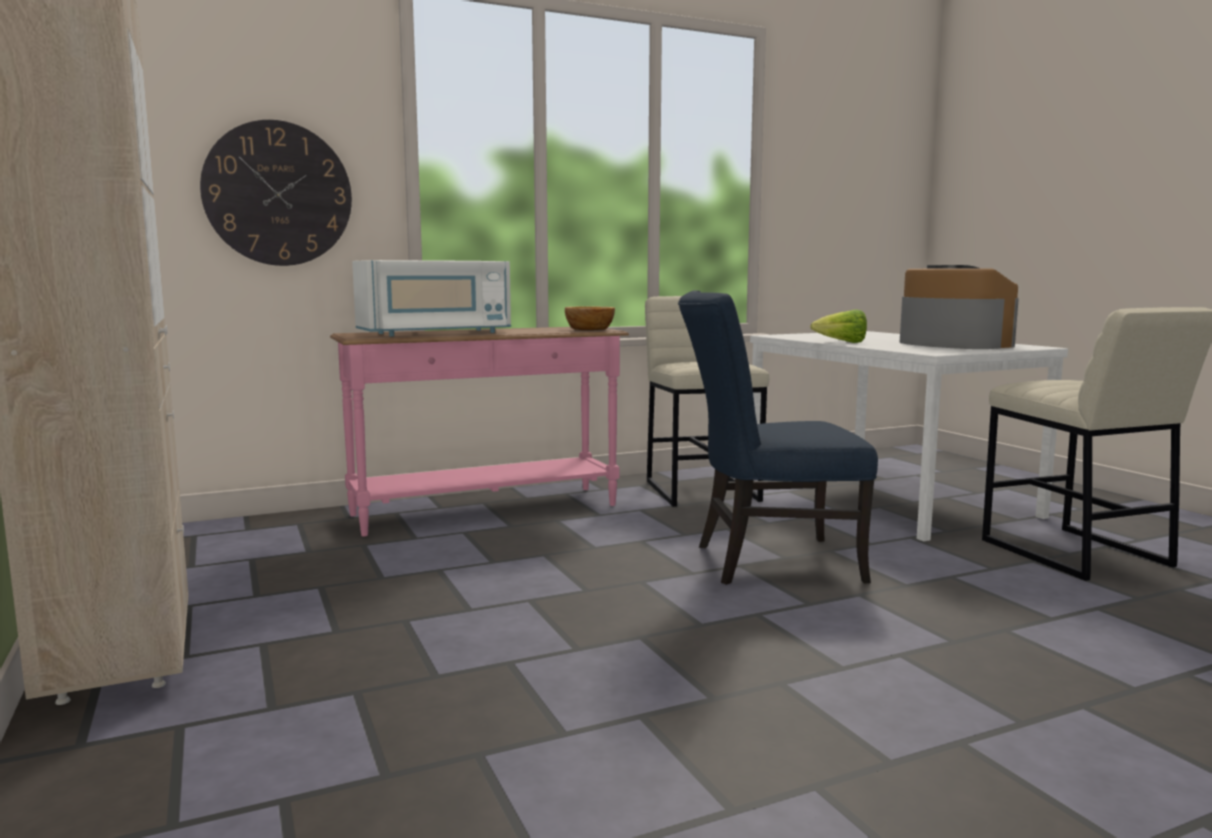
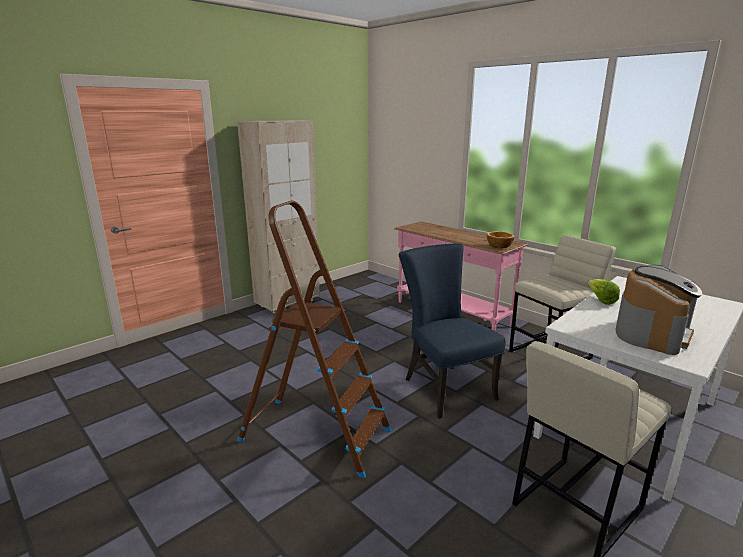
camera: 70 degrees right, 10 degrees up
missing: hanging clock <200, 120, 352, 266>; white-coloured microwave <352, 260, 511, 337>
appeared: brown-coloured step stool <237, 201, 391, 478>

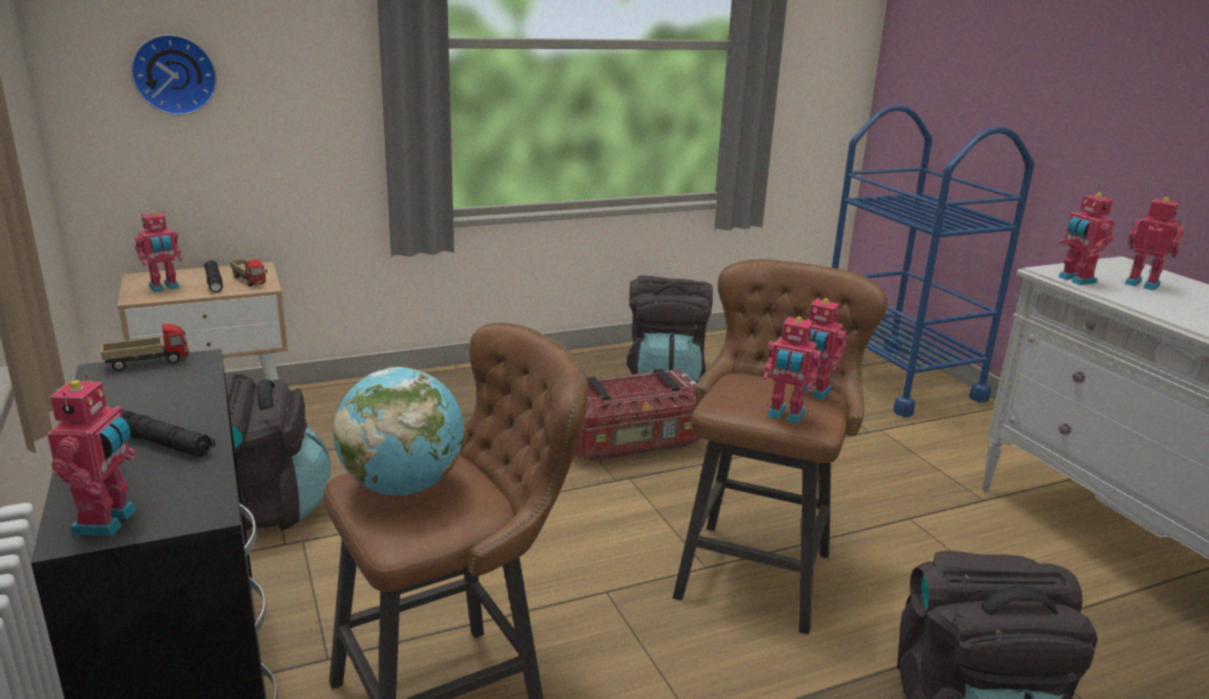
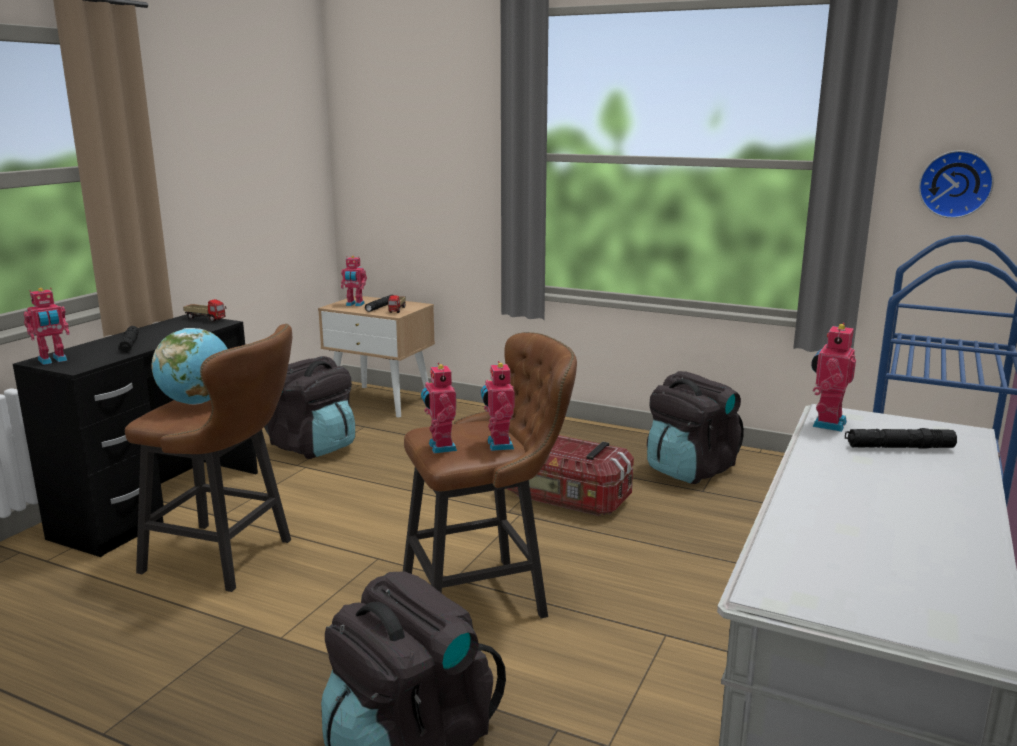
camera: 50 degrees right, 5 degrees down
relocated: hanging clock <131, 34, 217, 115> to <919, 150, 994, 218>
exchanged: robot figure <1125, 196, 1185, 291> to black-coloured torch <845, 428, 957, 449>

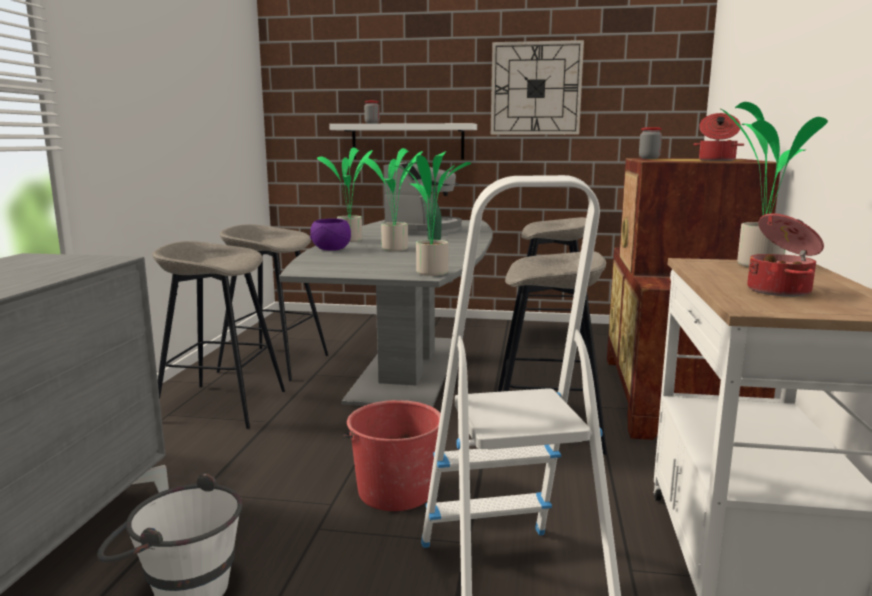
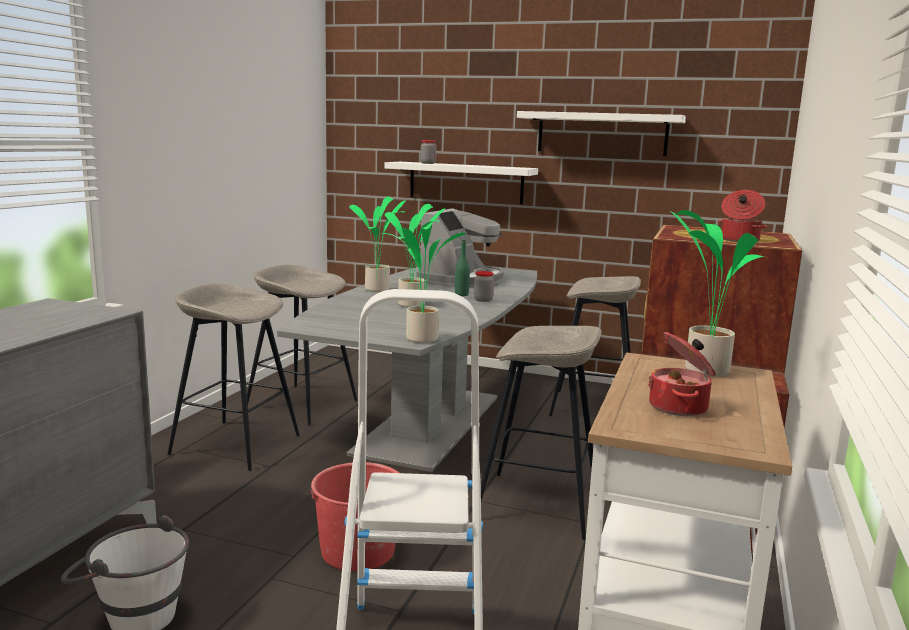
camera: 10 degrees right, 0 degrees up
missing: purple-coloured deep dish <310, 218, 351, 251>
relocated: jar <639, 127, 662, 159> to <474, 271, 494, 302>
exchanged: hanging clock <491, 40, 584, 135> to white-coloured wall shelf <517, 111, 686, 156>

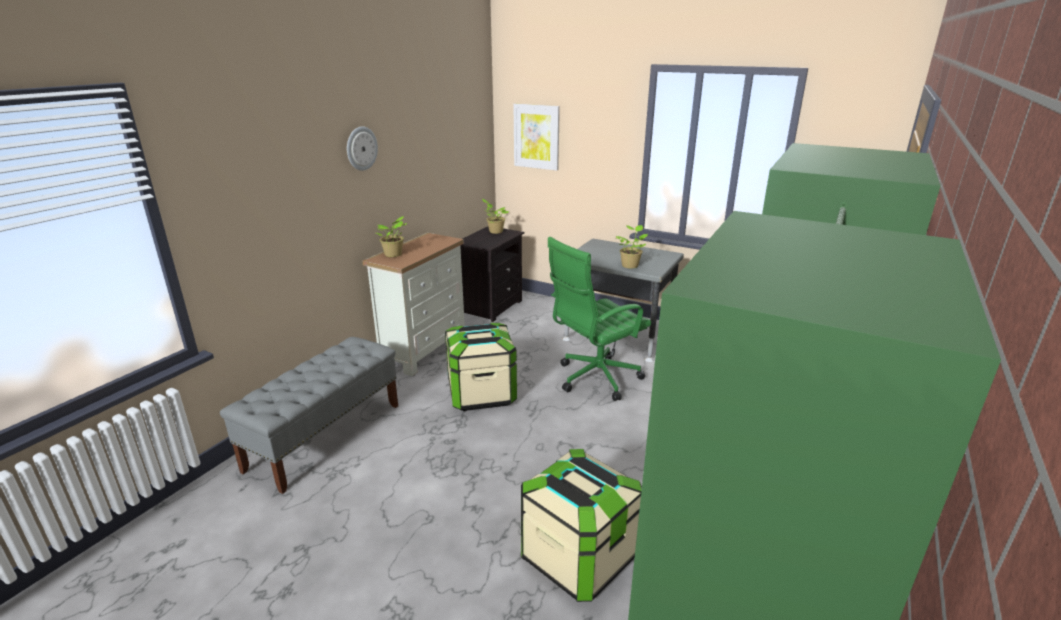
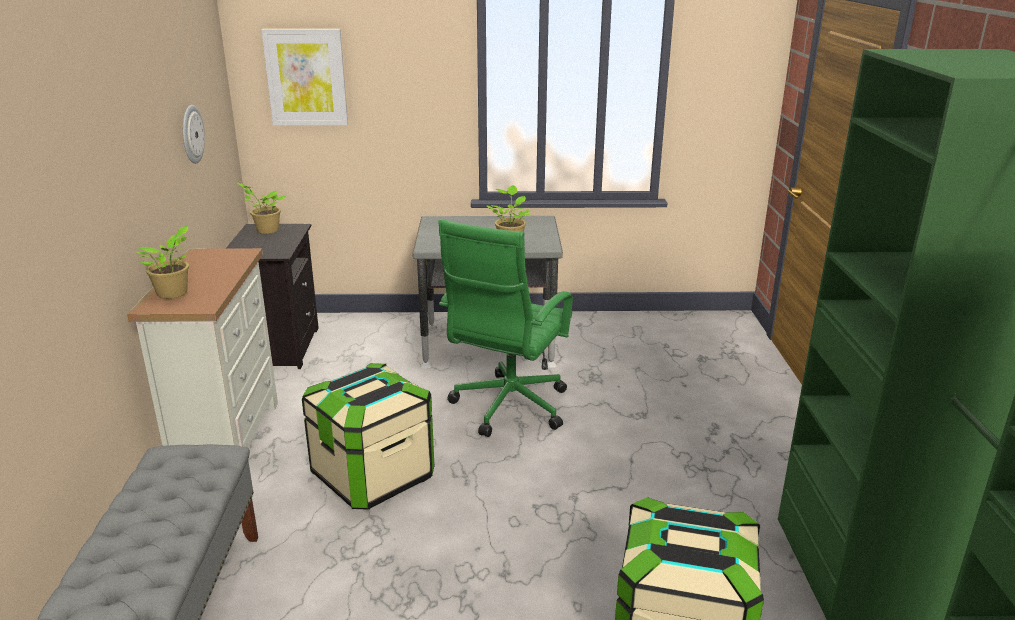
camera: 30 degrees left, 0 degrees up
relocated: hanging clock <347, 126, 378, 171> to <183, 105, 205, 164>

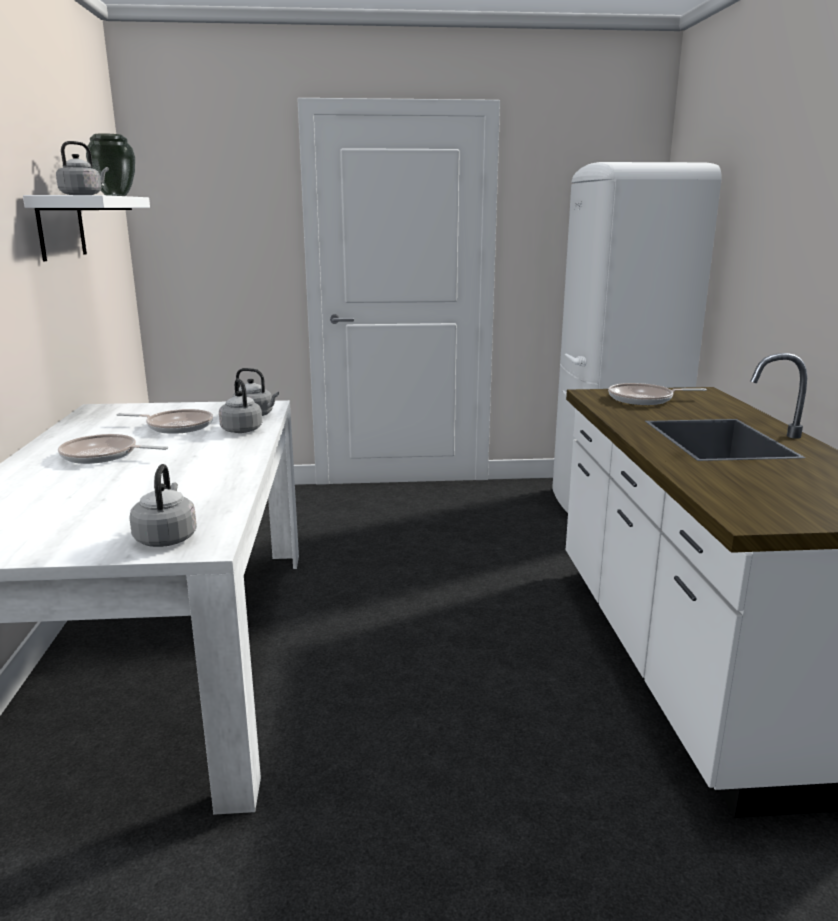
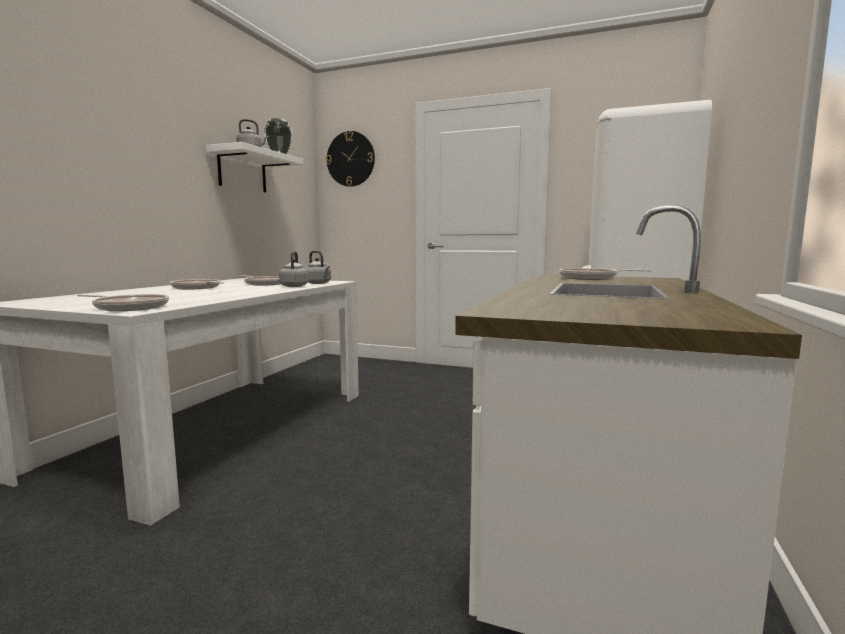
camera: 25 degrees right, 10 degrees down
appeared: hanging clock <326, 131, 375, 187>
exchanged: gray kettle <129, 464, 197, 547> to skillet <77, 294, 169, 311>

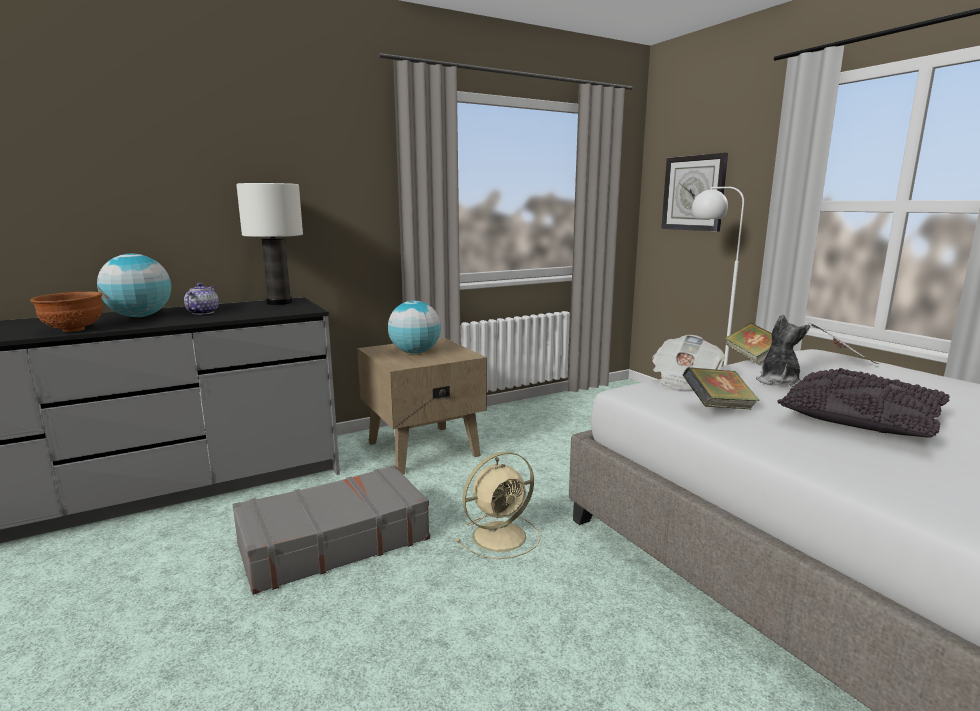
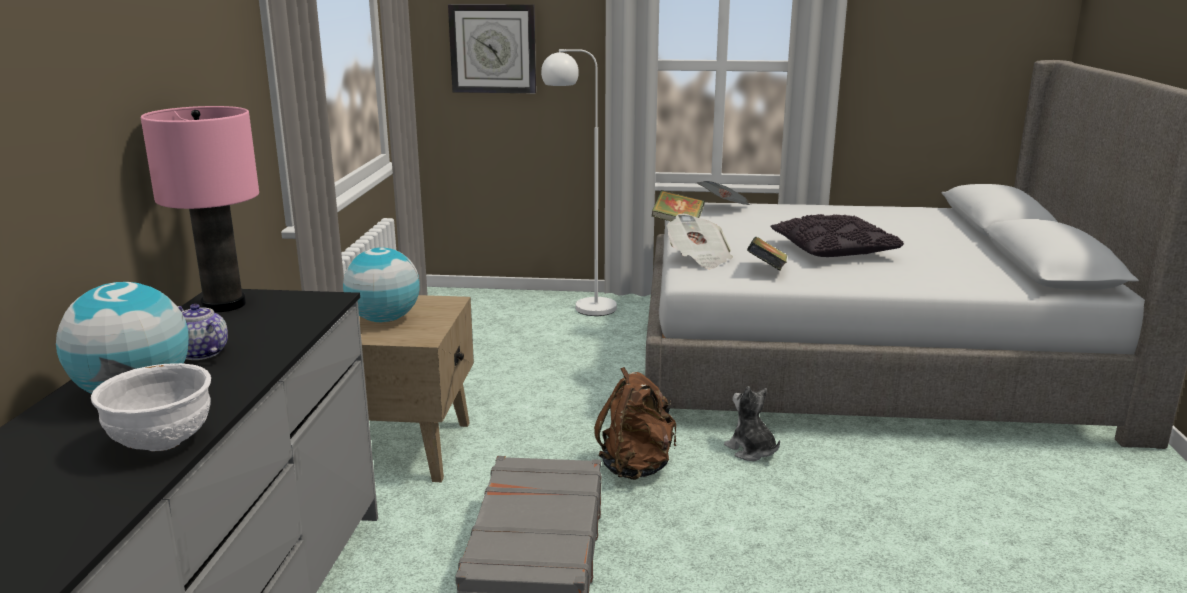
camera: 55 degrees left, 5 degrees up
relocated: cuddly toy <756, 314, 810, 387> to <724, 386, 780, 461>
exchanged: sand-coloured electric fan <455, 452, 540, 559> to brown-coloured knapsack <594, 367, 676, 480>
colour: white-coloured lamp for a table <236, 182, 303, 305> to pink lamp for a table <141, 106, 259, 312>; brown-coloured deep dish <30, 292, 103, 332> to white-coloured deep dish <91, 363, 211, 451>

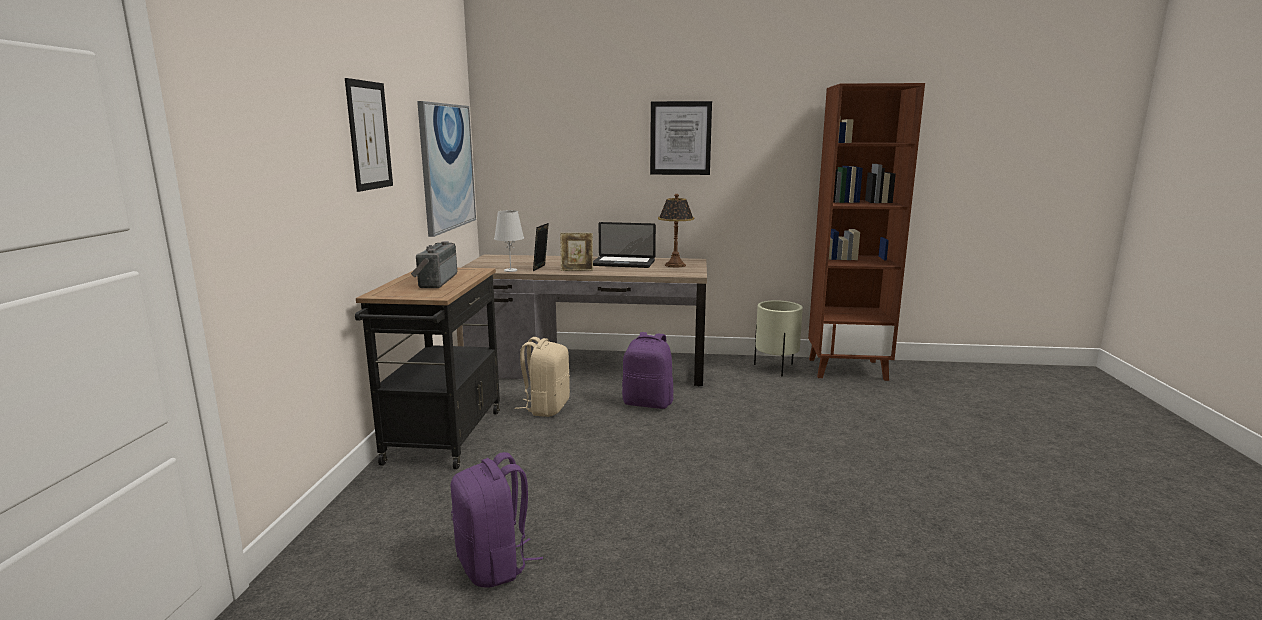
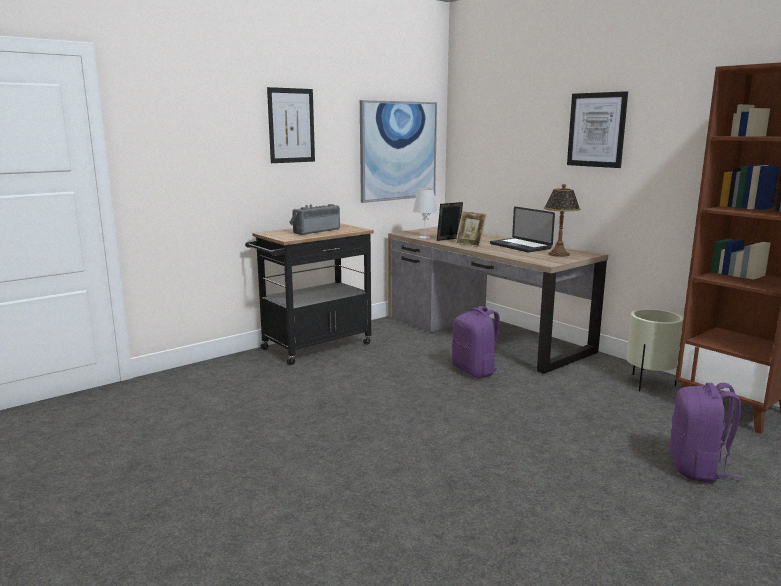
camera: 45 degrees right, 0 degrees up
missing: sand-coloured knapsack <515, 337, 570, 417>
relocated: purple-coloured knapsack <451, 452, 543, 588> to <670, 383, 742, 483>

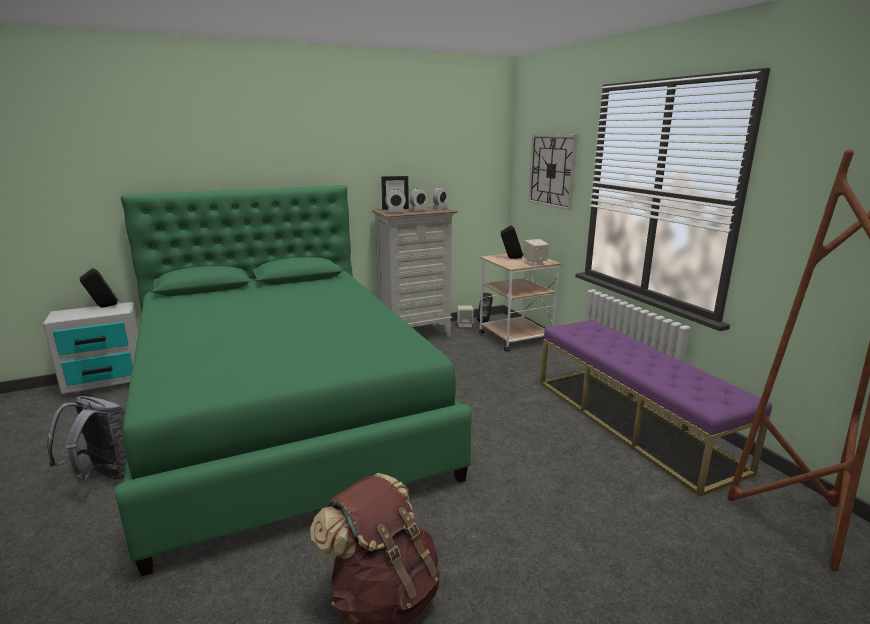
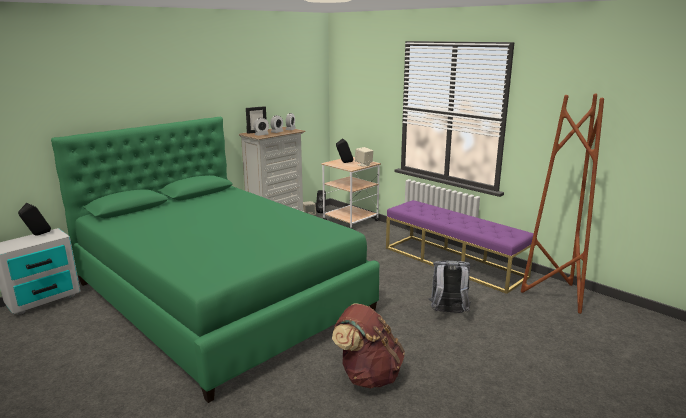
camera: 20 degrees left, 0 degrees up
missing: hanging clock <528, 134, 578, 211>
relocated: gray knapsack <47, 396, 127, 482> to <428, 261, 471, 313>

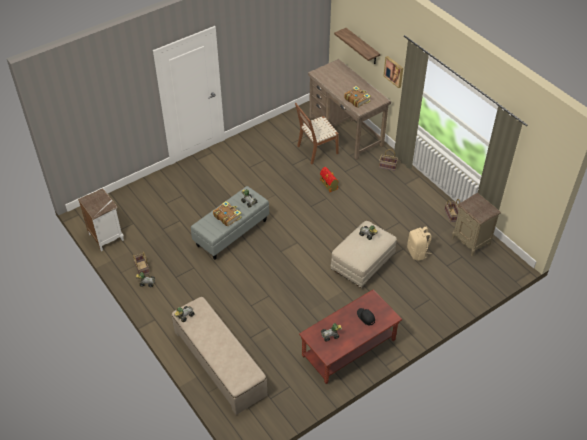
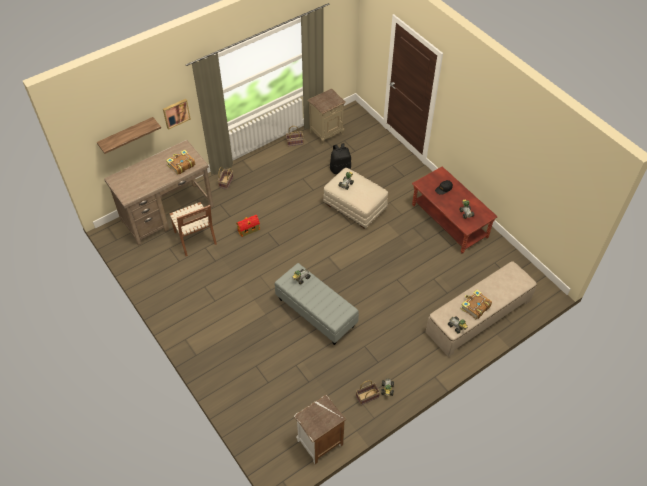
camera: 90 degrees left, 5 degrees up
relocated: volume <213, 201, 242, 227> to <460, 290, 492, 320>
colour: sand-coloured knapsack <407, 227, 432, 260> to black-coloured knapsack <330, 143, 351, 174>

